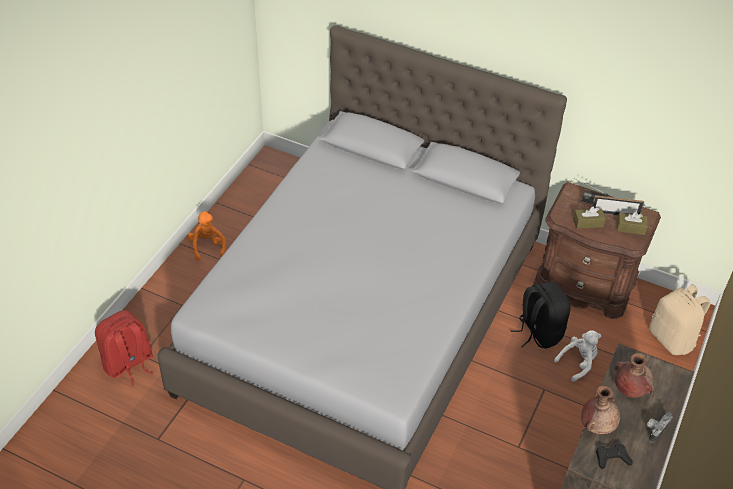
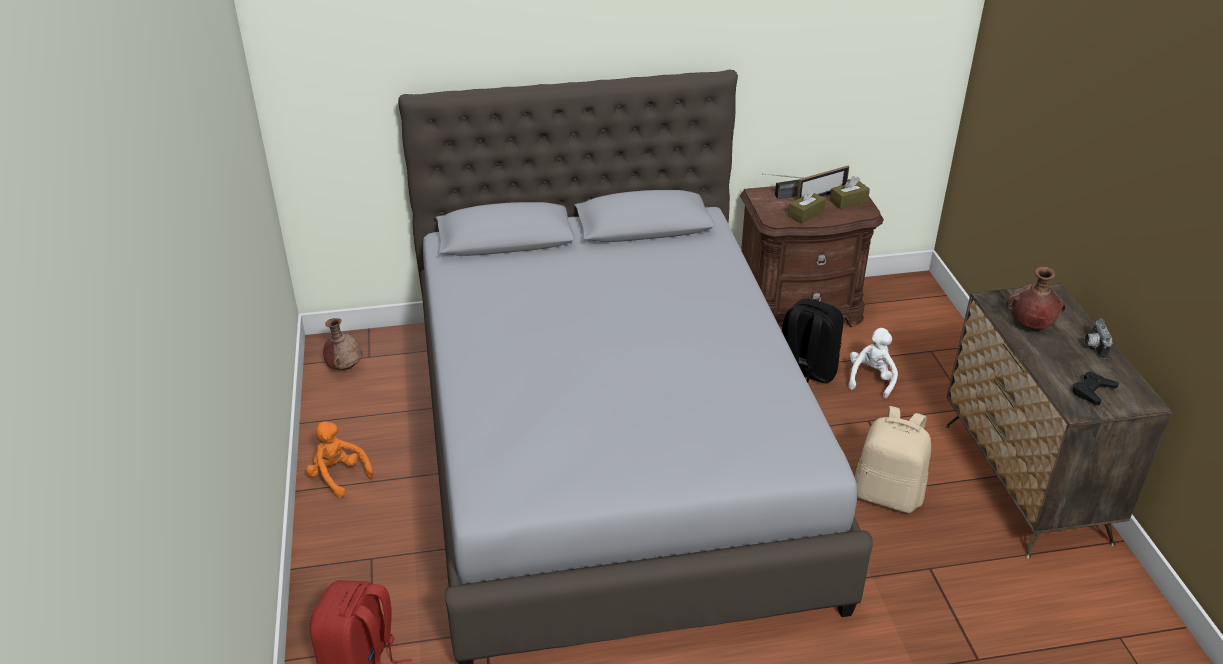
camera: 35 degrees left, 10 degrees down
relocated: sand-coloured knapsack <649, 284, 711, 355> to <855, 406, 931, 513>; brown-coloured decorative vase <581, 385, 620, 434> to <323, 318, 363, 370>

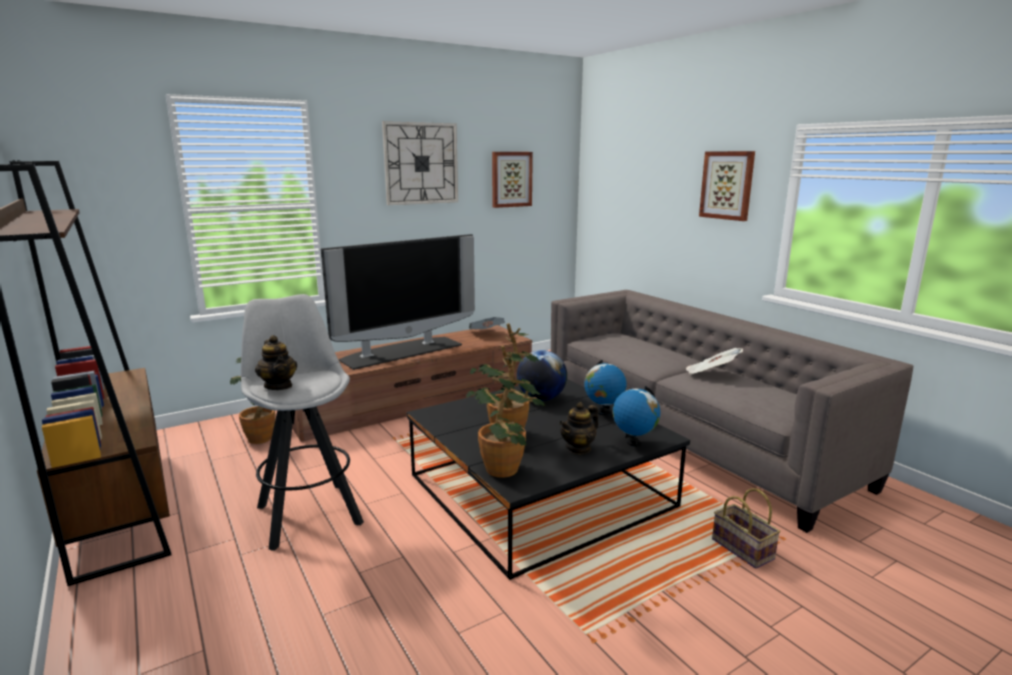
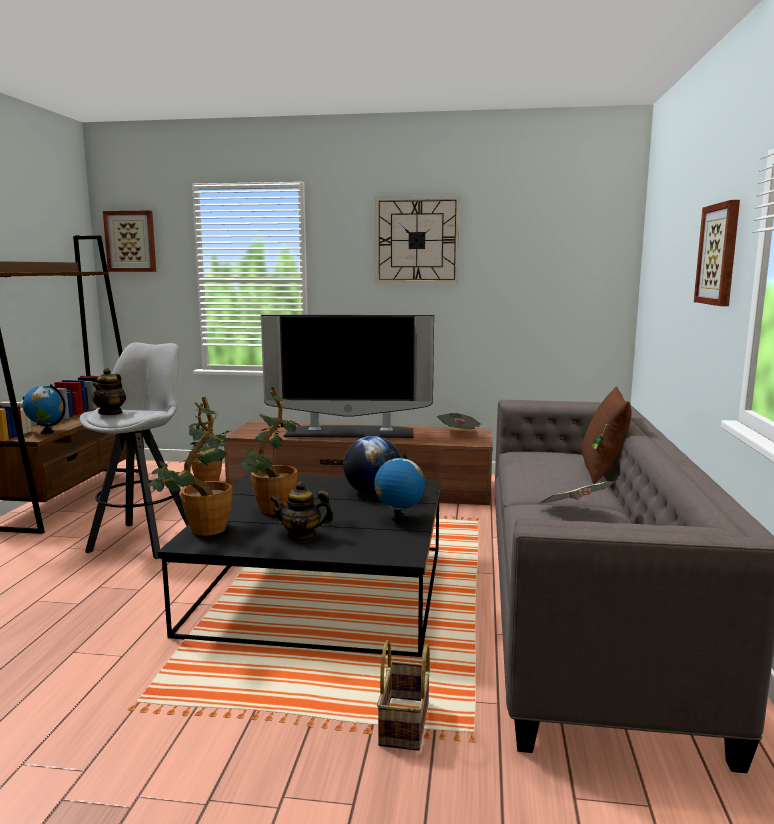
camera: 40 degrees right, 5 degrees down
appeared: brown-coloured cushion <582, 387, 632, 484>
relocated: wall picture <492, 152, 533, 208> to <103, 210, 156, 272>; world globe <613, 386, 660, 447> to <23, 384, 66, 434>

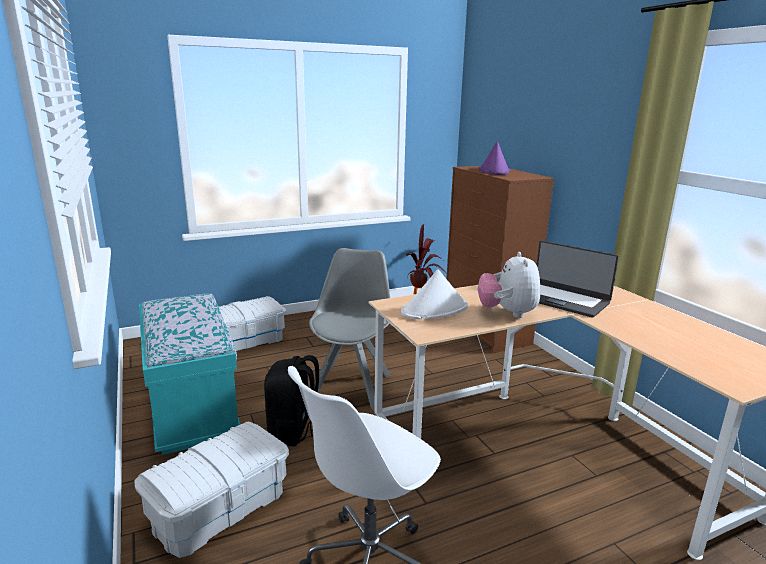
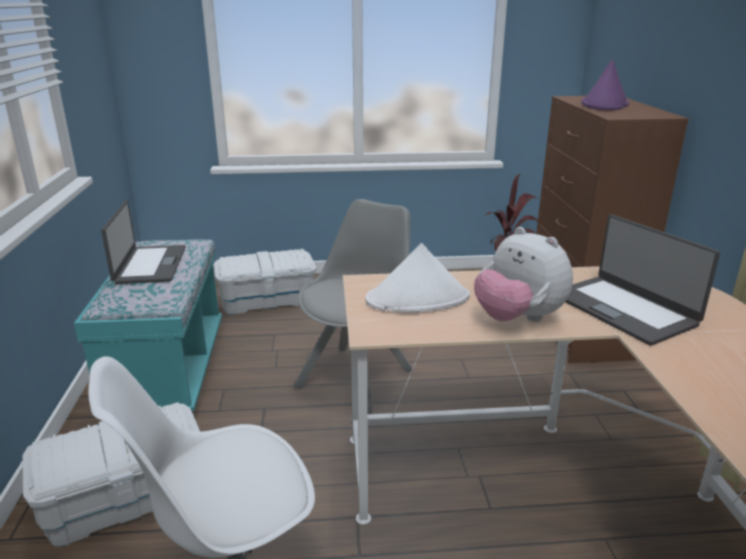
camera: 20 degrees right, 5 degrees up
missing: black-coloured knapsack <264, 355, 319, 446>
appeared: notebook computer <101, 201, 186, 284>
spun: cuddly toy <478, 252, 540, 318> = <474, 227, 573, 322> 60 degrees counterclockwise

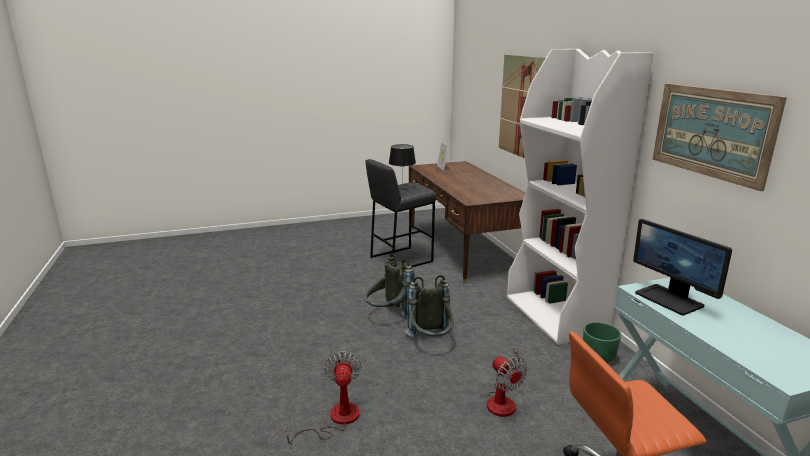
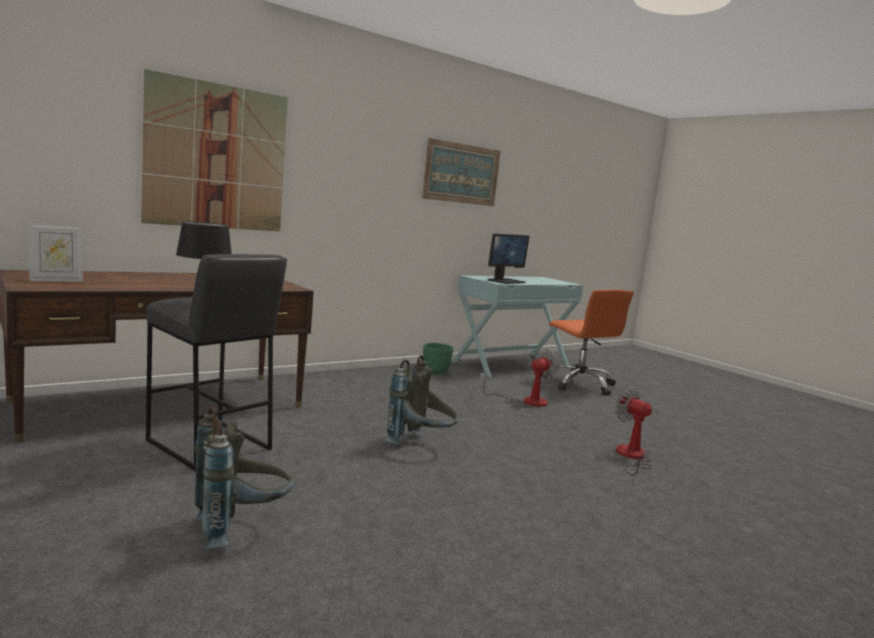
camera: 110 degrees left, 10 degrees down
missing: white-coloured bookshelf <507, 49, 654, 345>
relocated: gray knapsack <405, 275, 454, 337> to <195, 406, 294, 549>
spun: electric fan <281, 351, 362, 443> = <615, 387, 652, 476> 75 degrees clockwise

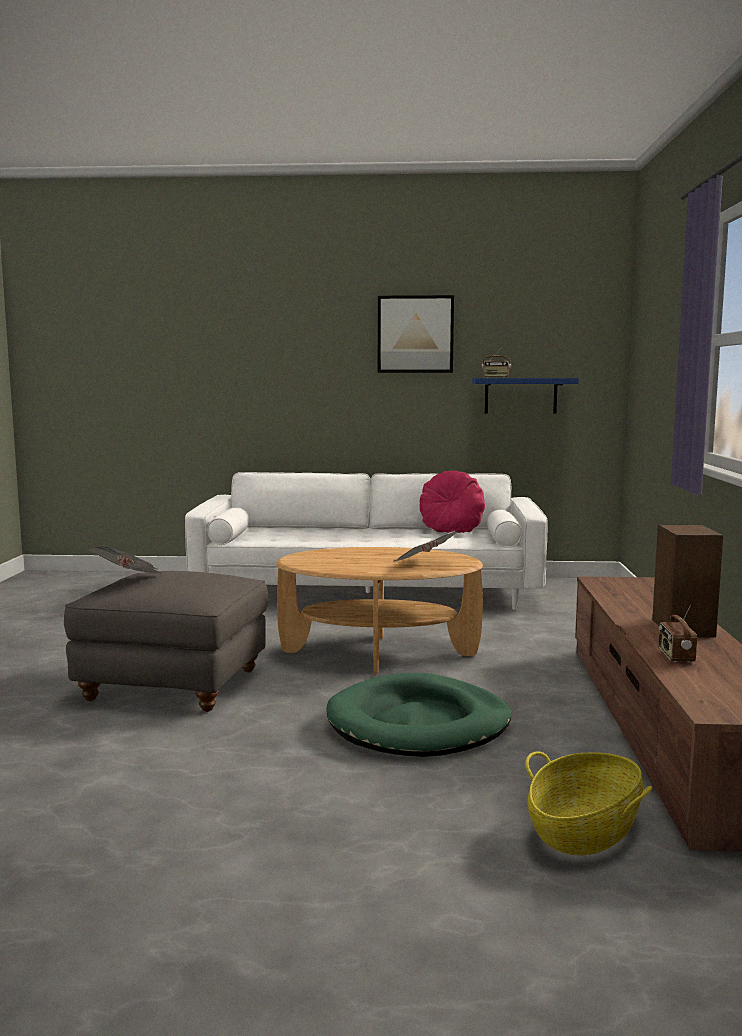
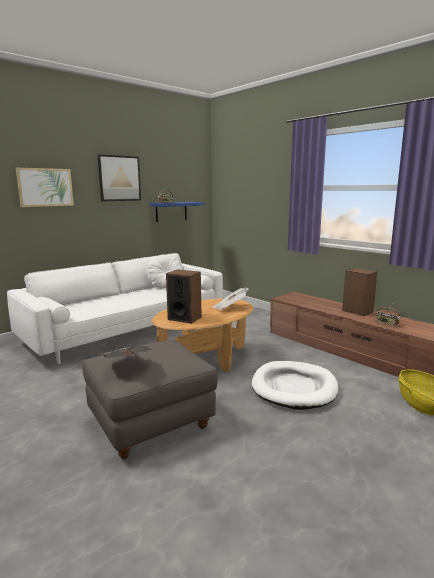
camera: 45 degrees left, 5 degrees up
appeared: wall picture <16, 168, 74, 207>; speaker <166, 269, 201, 324>
colour: pink cushion <420, 470, 485, 533> to white-coloured cushion <147, 255, 182, 289>; green pet bed <326, 673, 512, 757> to white-coloured pet bed <252, 361, 338, 410>

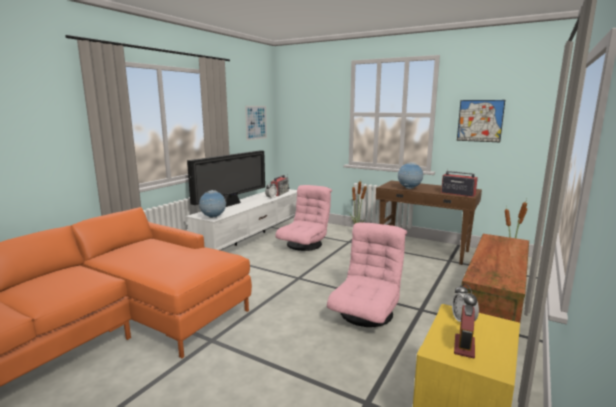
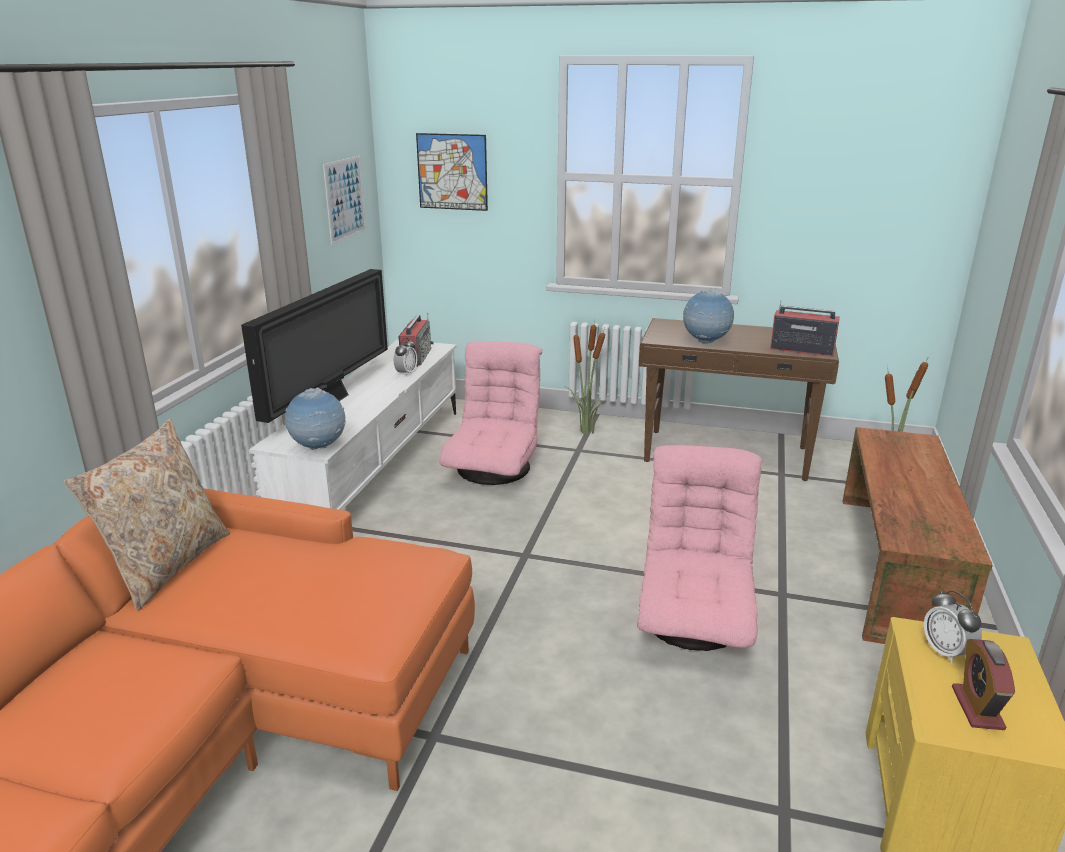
camera: 15 degrees left, 10 degrees up
appeared: sand-coloured cushion <64, 419, 230, 610>
relocated: wall picture <457, 100, 505, 142> to <416, 133, 488, 211>

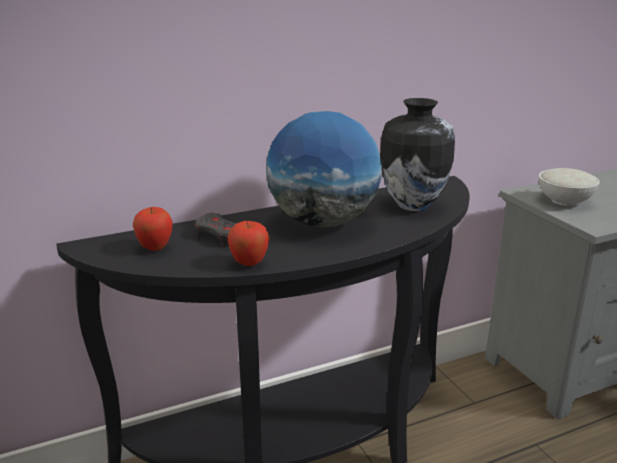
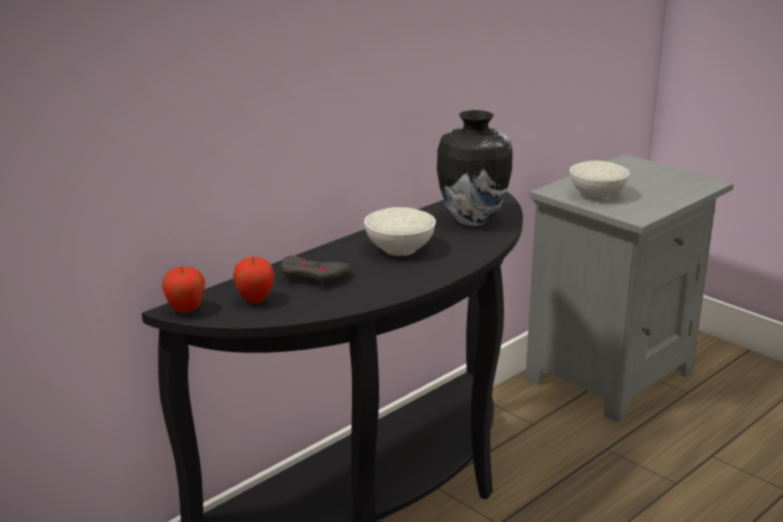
camera: 20 degrees left, 0 degrees up
relocated: whole apple <228, 221, 270, 266> to <162, 267, 205, 313>
exchanged: world globe <266, 111, 382, 227> to white-coloured deep dish <364, 207, 436, 256>

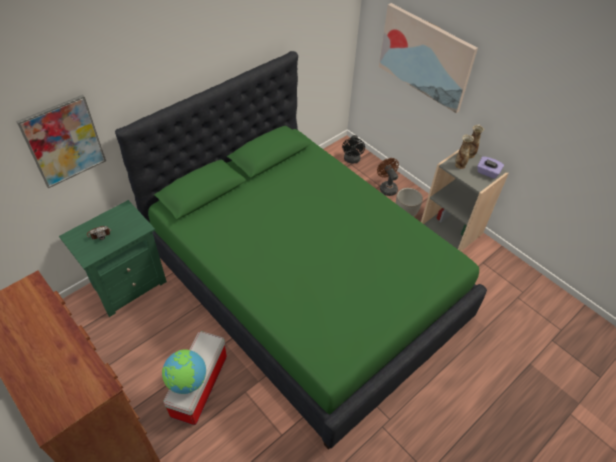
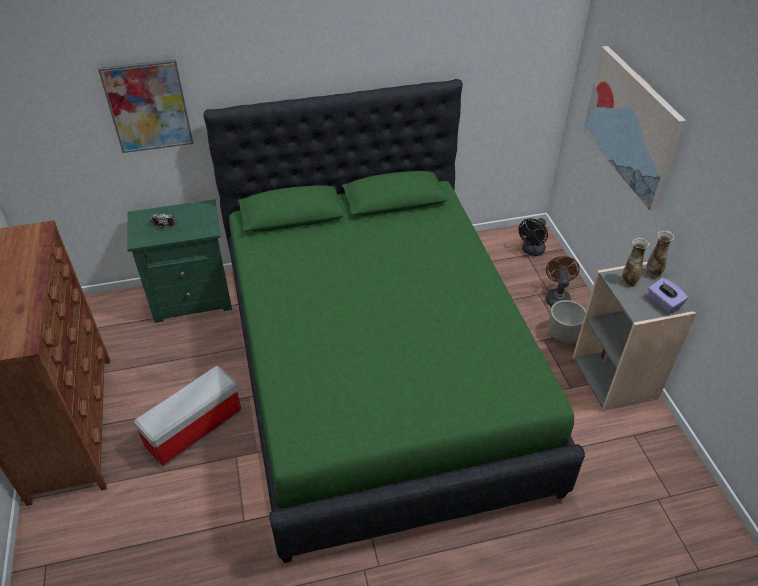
camera: 30 degrees right, 5 degrees down
missing: world globe <162, 349, 206, 394>

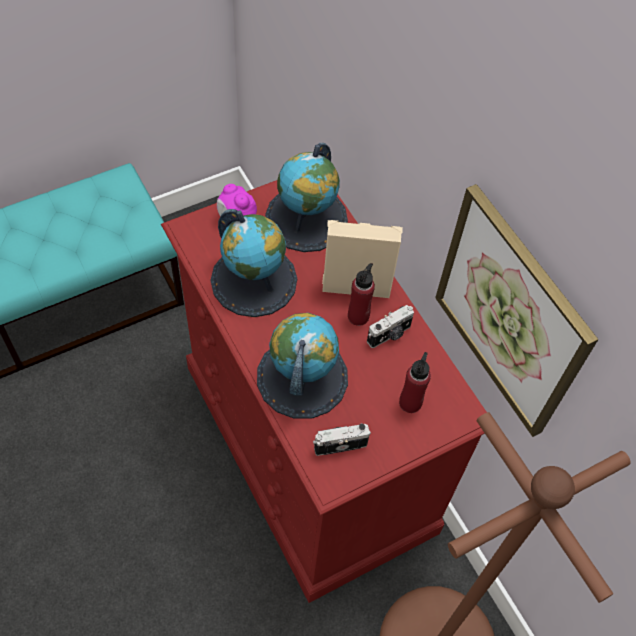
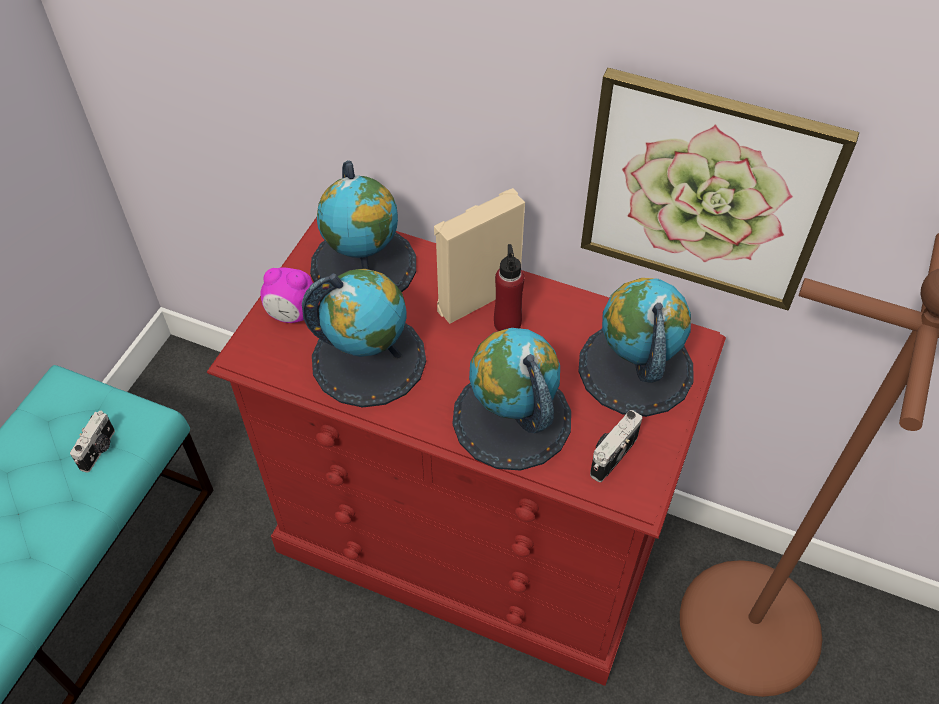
camera: 35 degrees left, 5 degrees down
relocated: still camera <367, 305, 414, 348> to <70, 411, 115, 473>
exchanged: red drink bottle <399, 352, 431, 413> to world globe <578, 278, 693, 417>

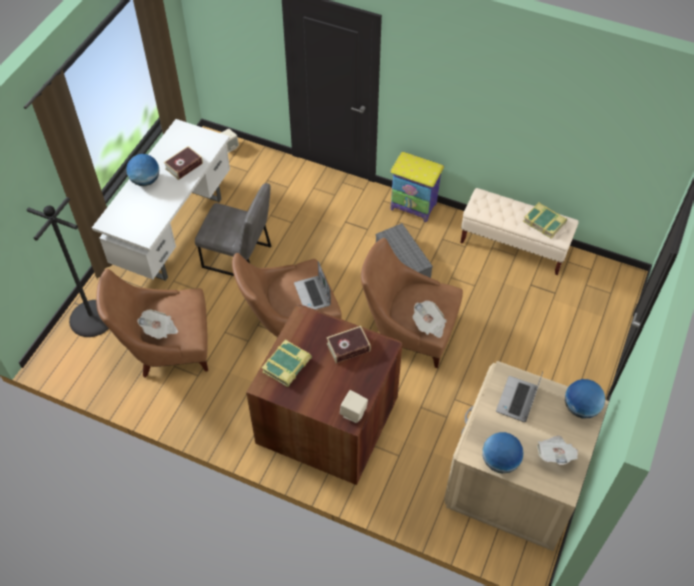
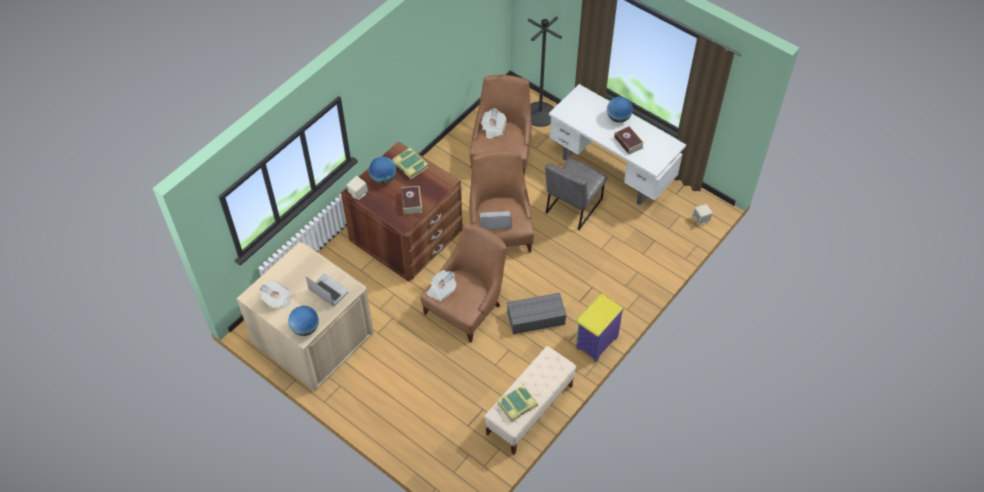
camera: 105 degrees right, 0 degrees up
relocated: world globe <482, 432, 523, 473> to <369, 157, 396, 184>

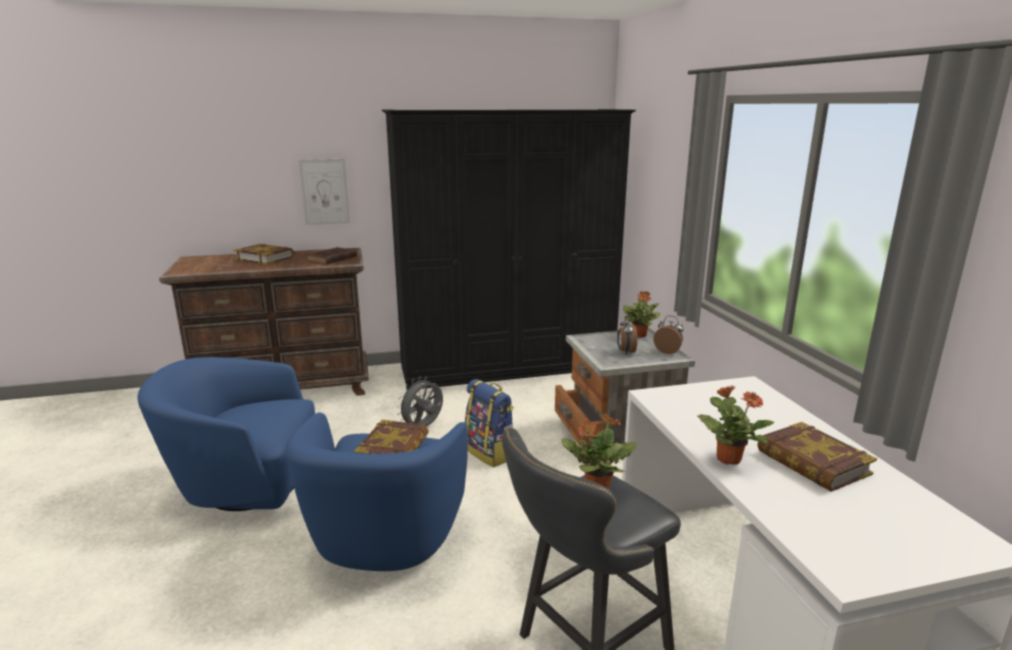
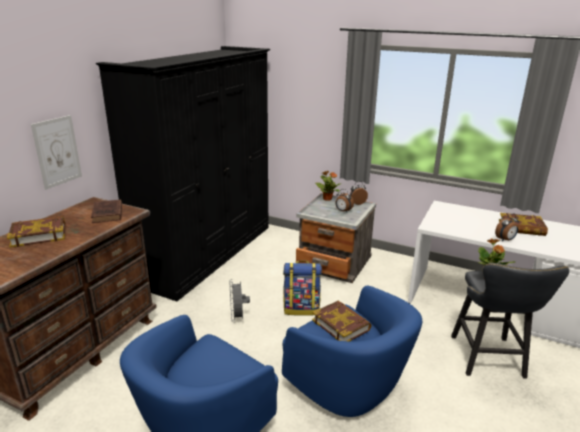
camera: 50 degrees left, 5 degrees up
exchanged: potted plant <697, 385, 774, 465> to alarm clock <495, 214, 519, 241>

